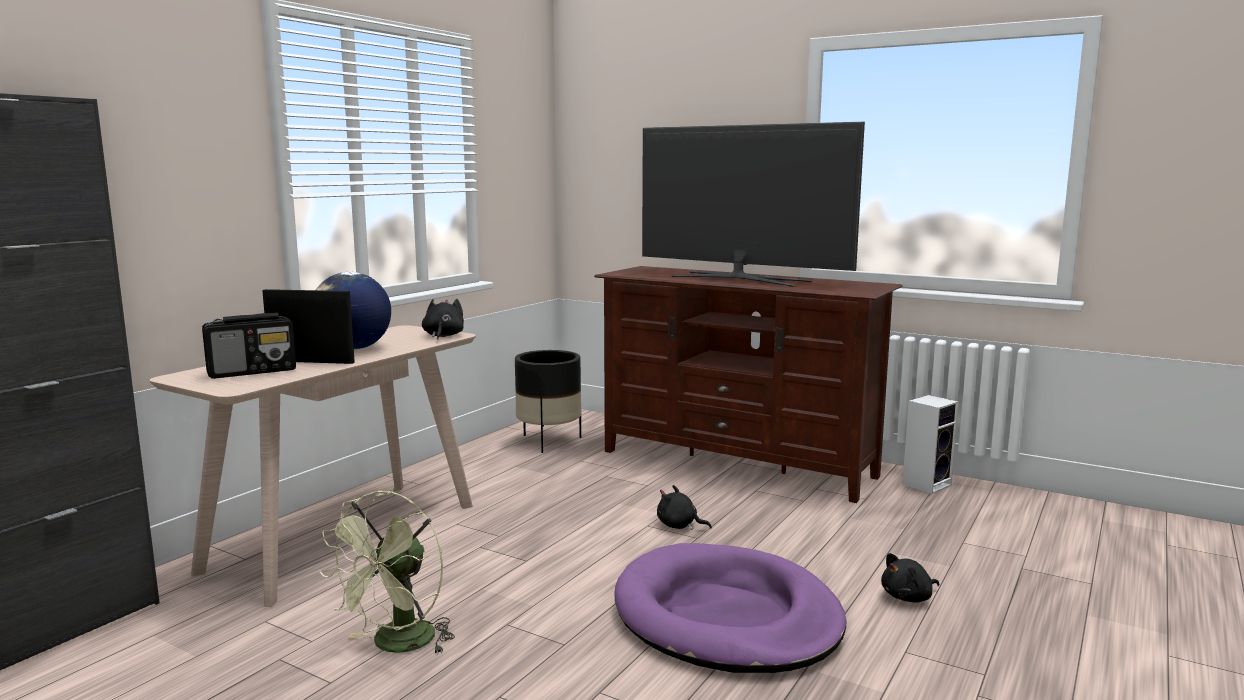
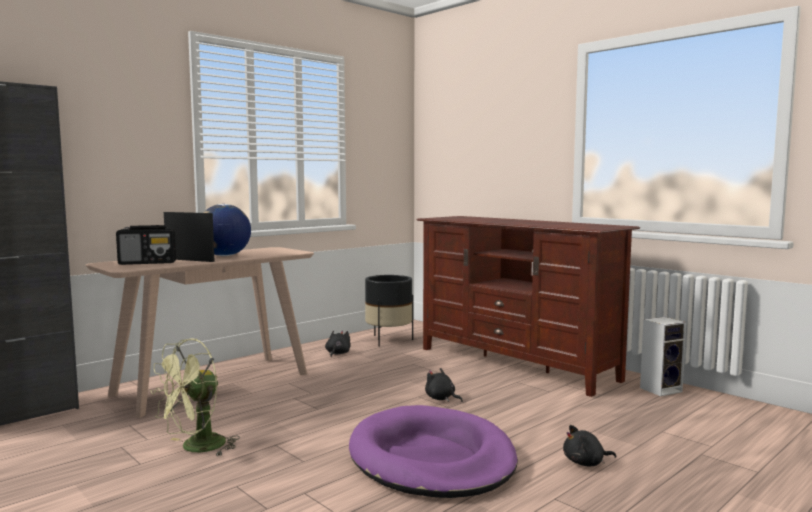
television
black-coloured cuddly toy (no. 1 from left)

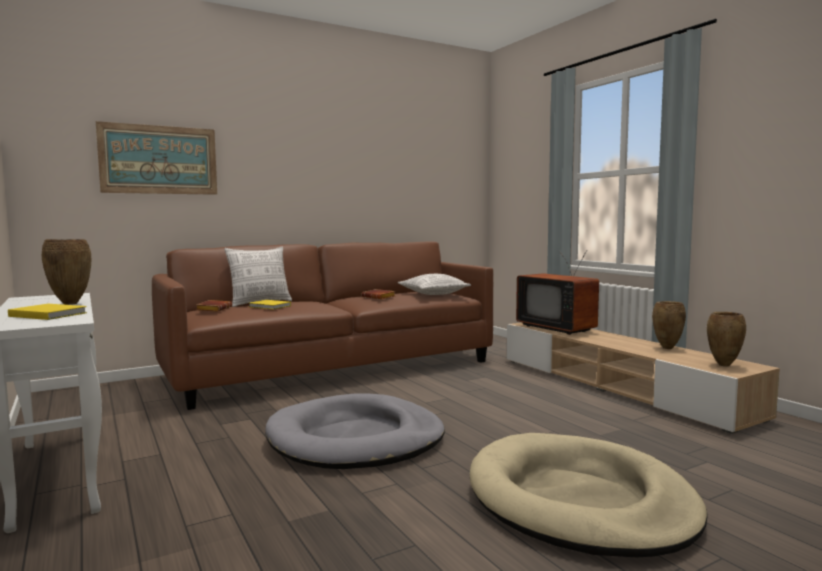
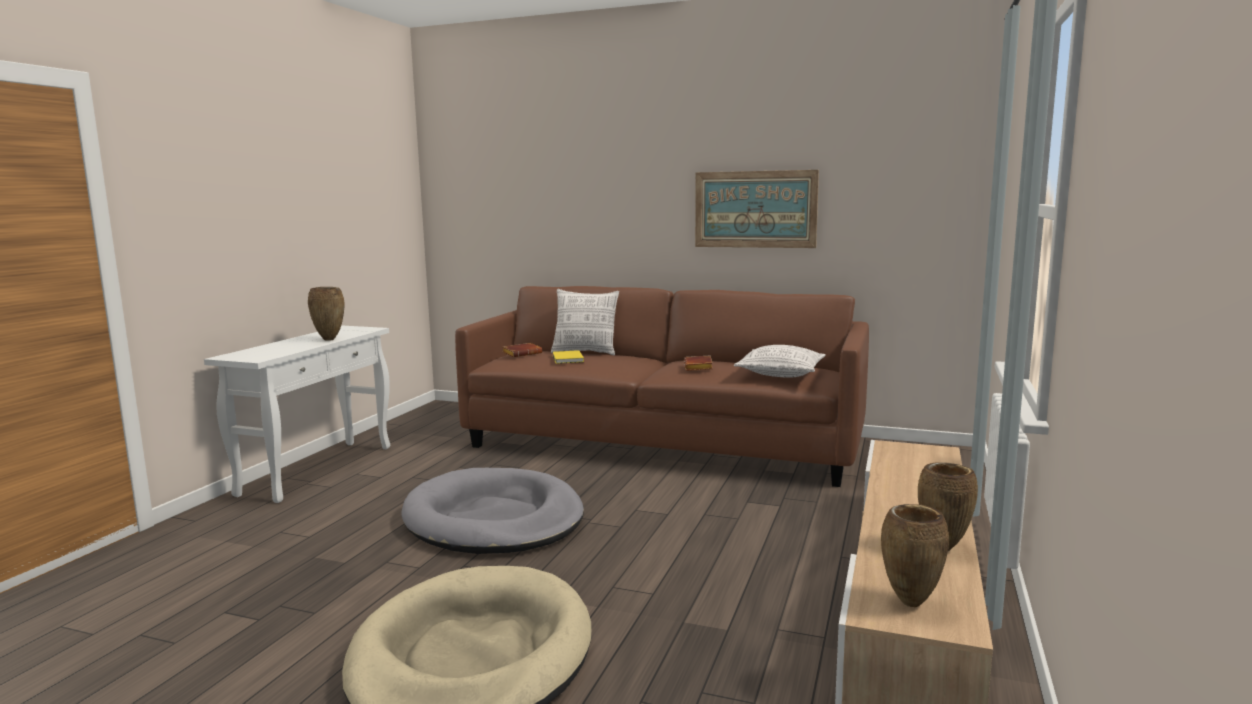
yellowish bound book (no. 1 from left in the first image)
television
wall picture

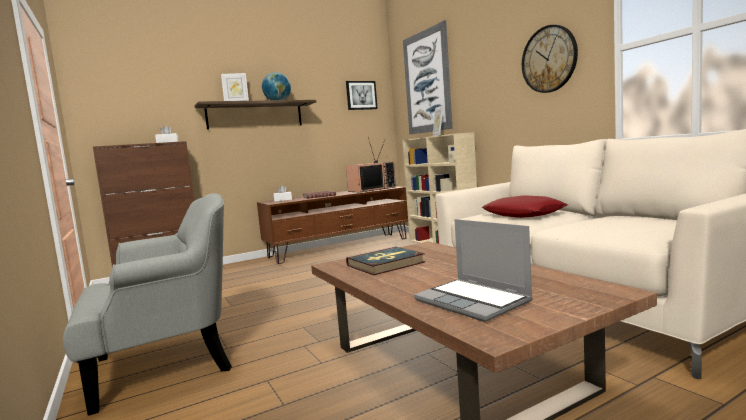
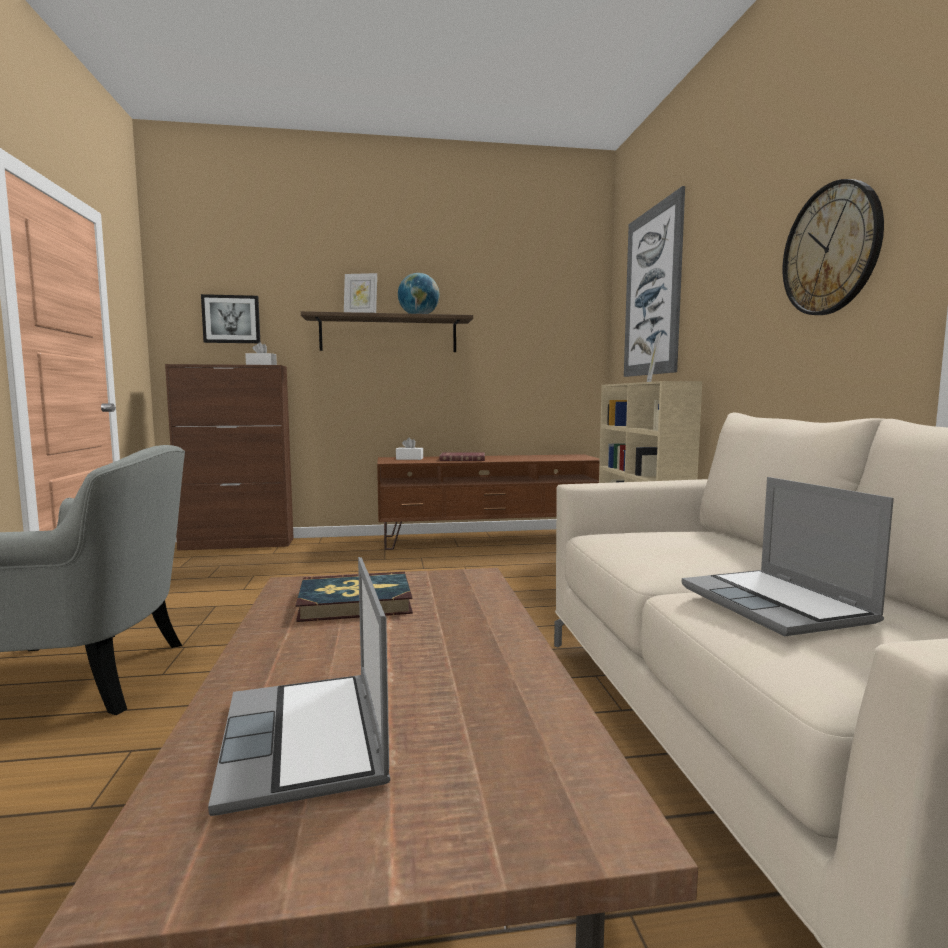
television
reddish cushion
laptop (no. 2 from left)
wall picture (no. 1 from left)

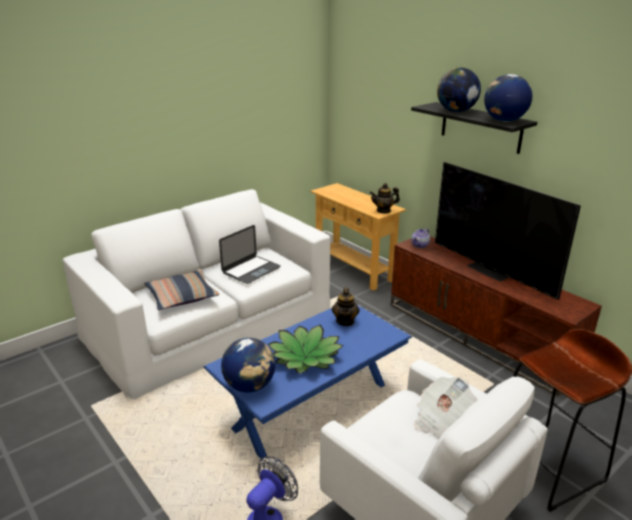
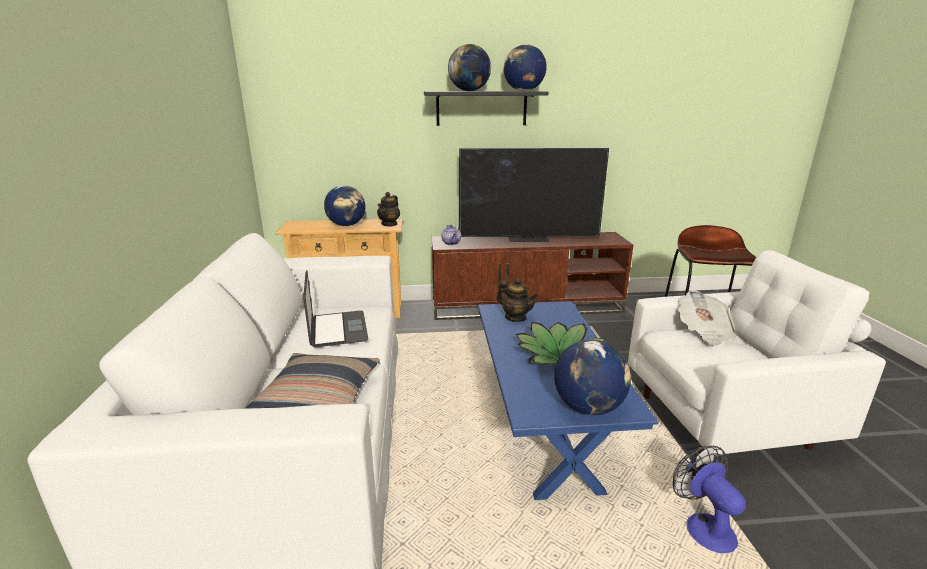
world globe (no. 1 from left)

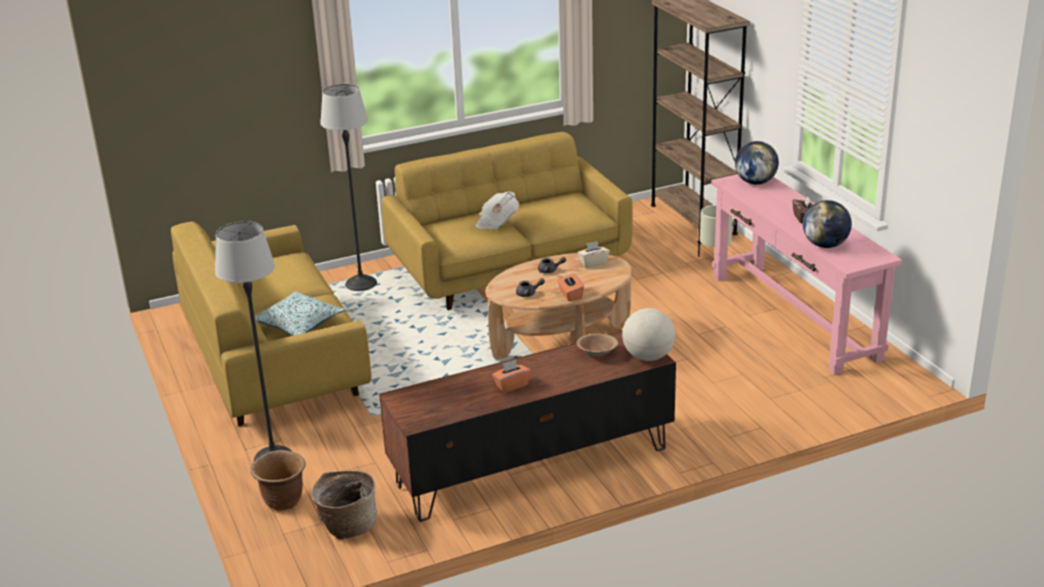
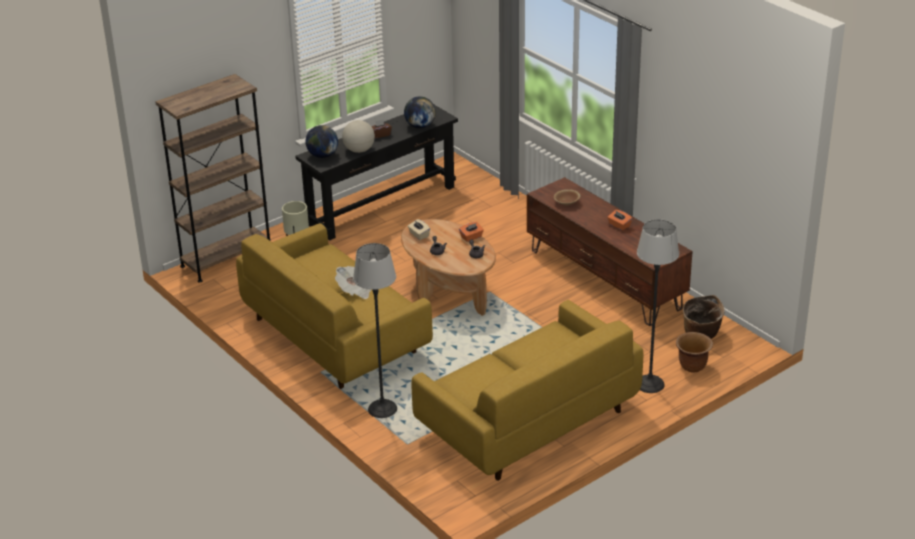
cushion
world globe (no. 2 from left)
black-coloured hall table

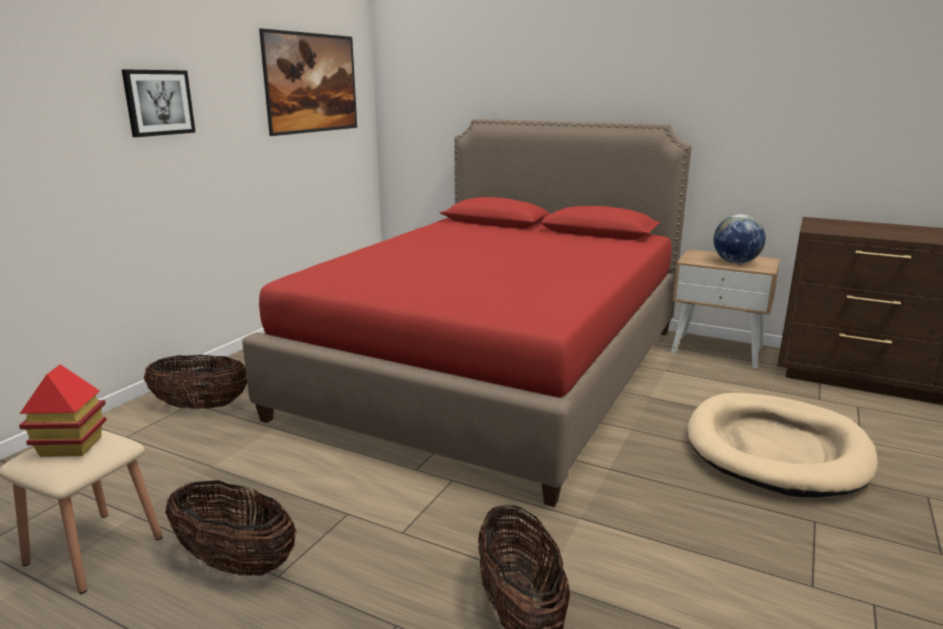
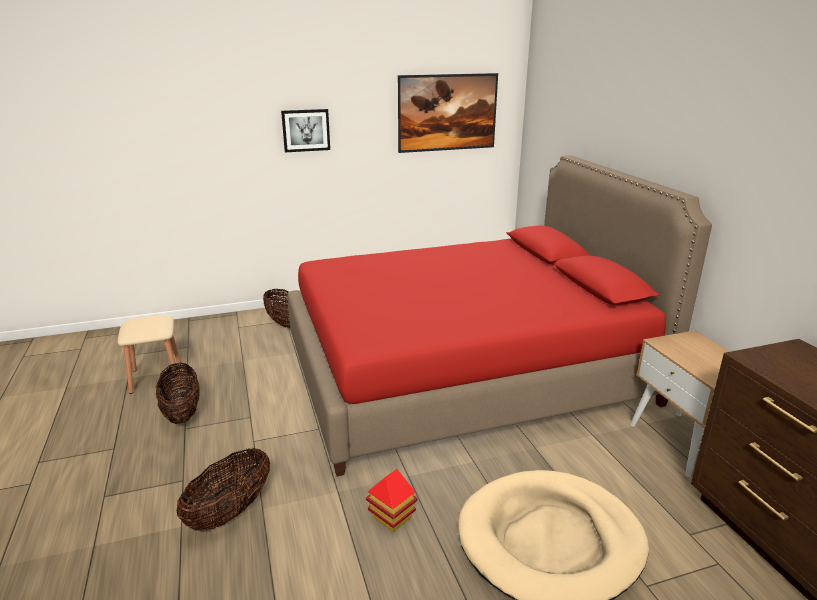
world globe
toy house

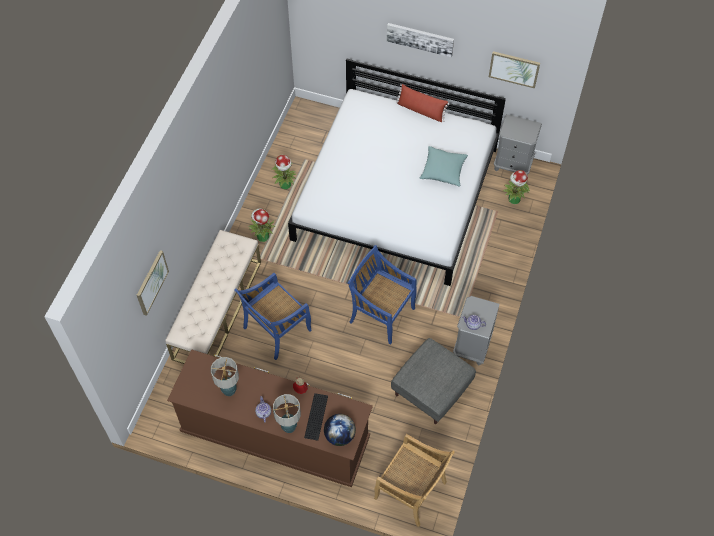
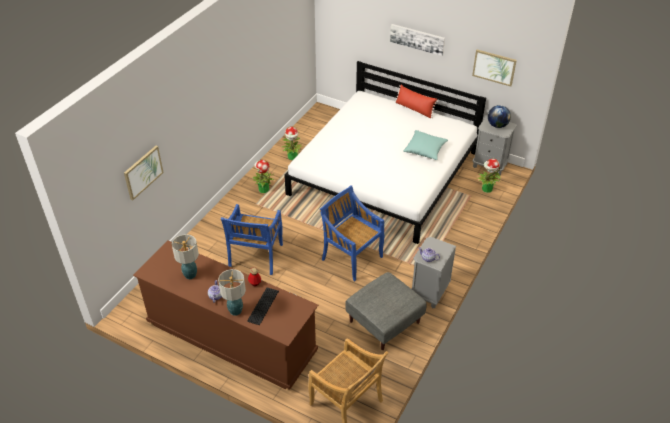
beige long seat
world globe
blue plain chair (no. 1 from left)

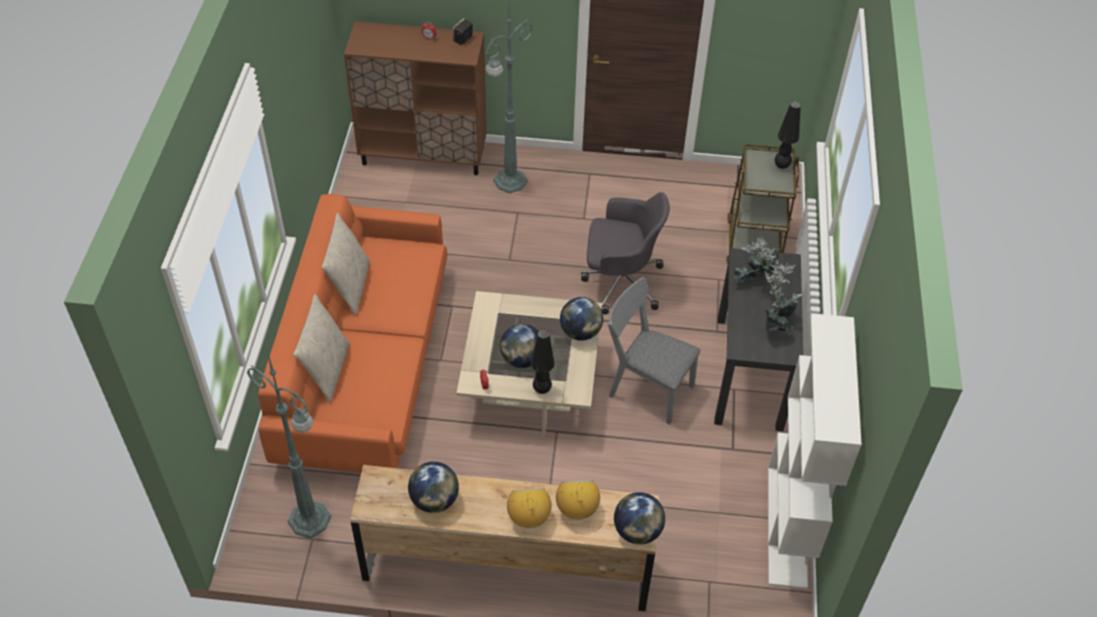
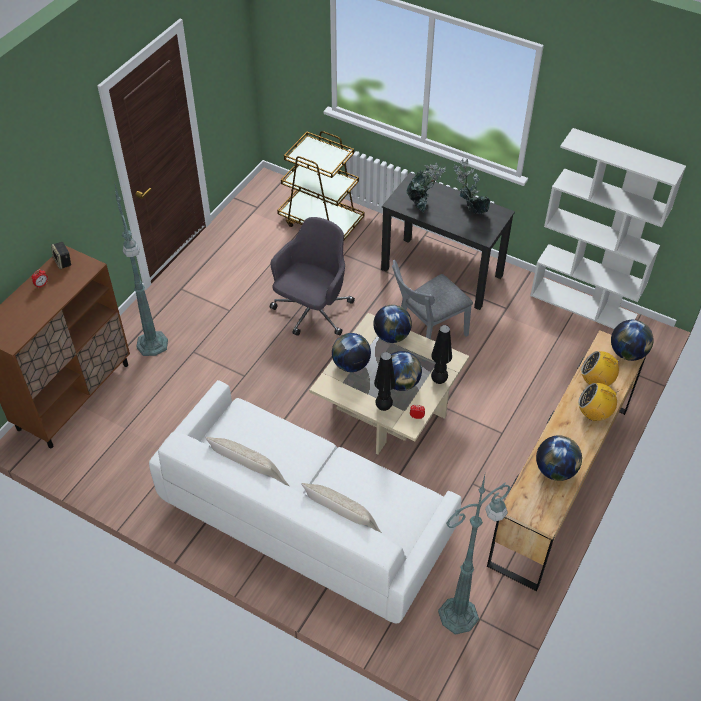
world globe (no. 1 from left)
black-coloured tabletop lamp (no. 1 from left)
white settee

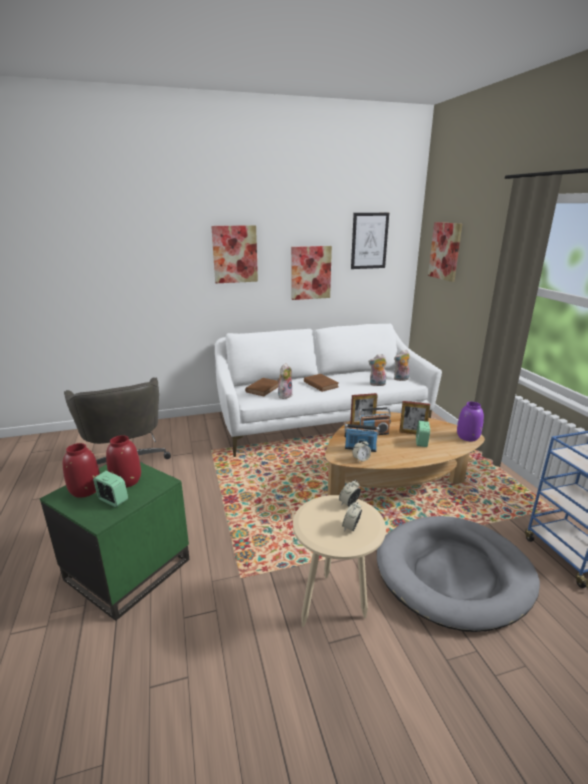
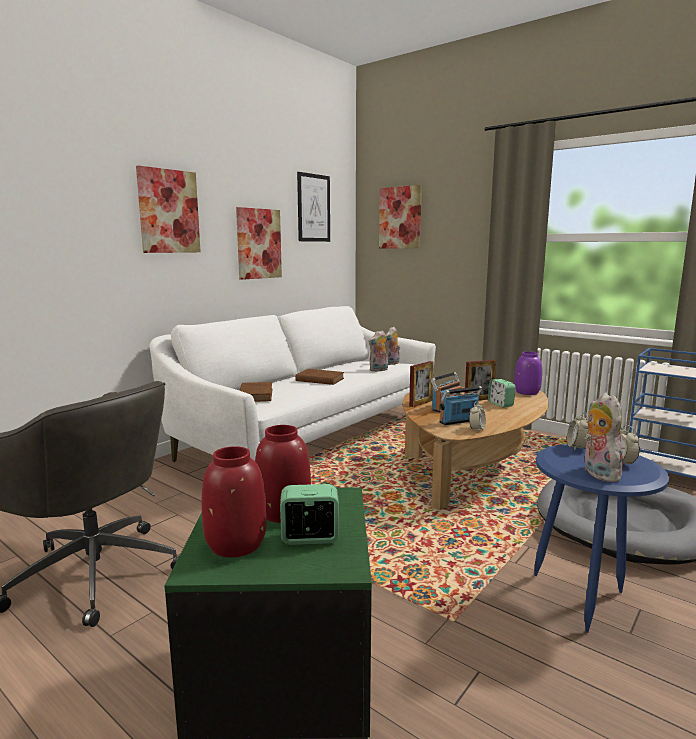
cuddly toy (no. 3 from left)
blue accent table

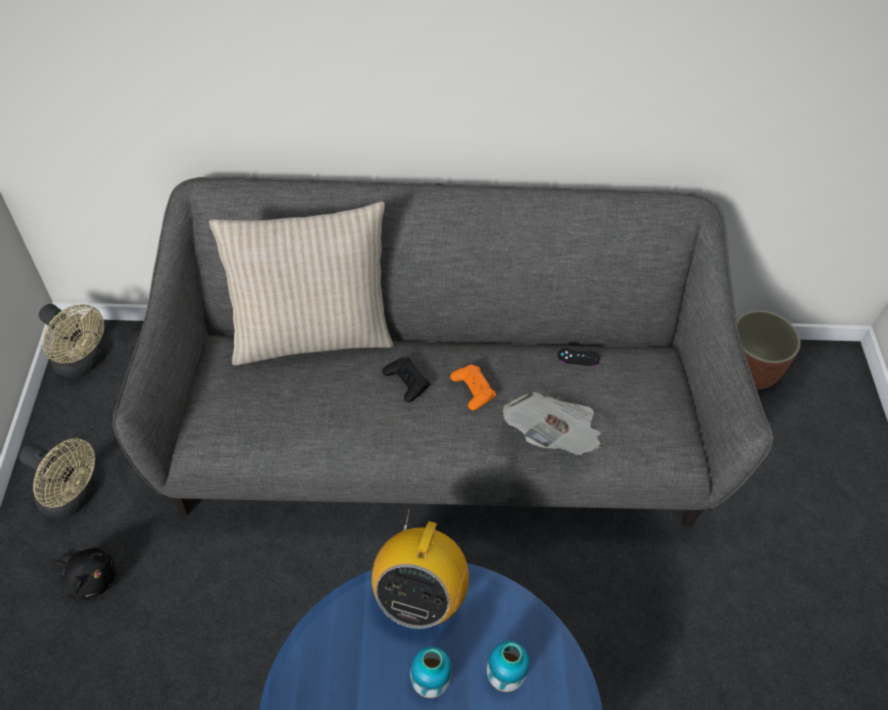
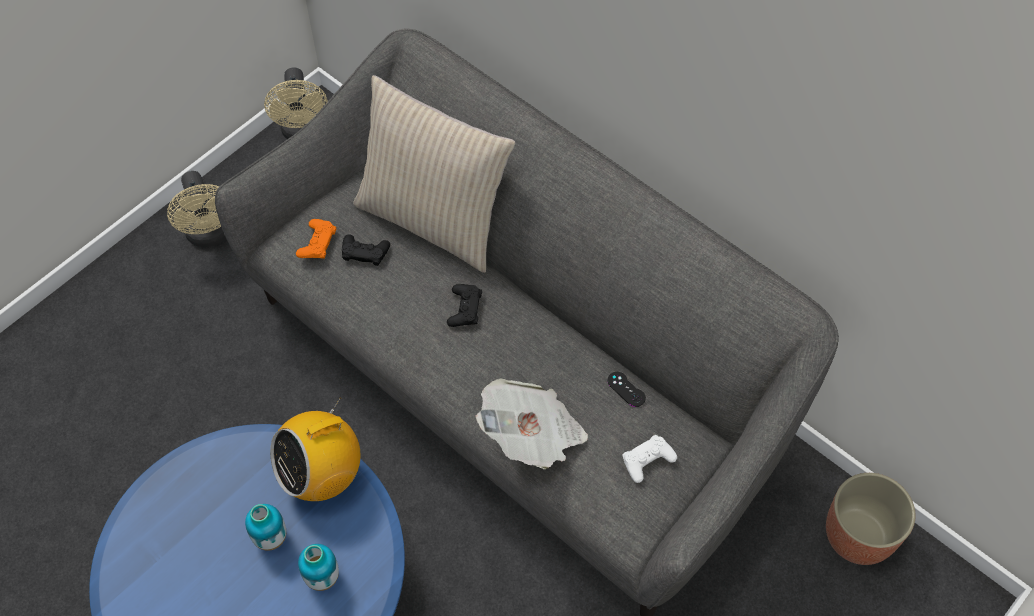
black-coloured cuddly toy
black-coloured gamepad (no. 1 from left)
white gamepad
orange gamepad

